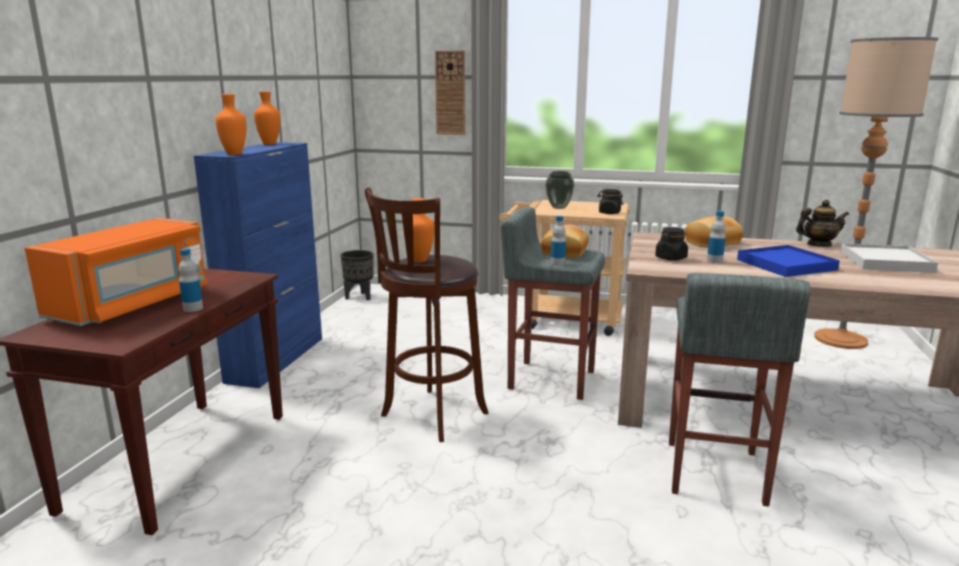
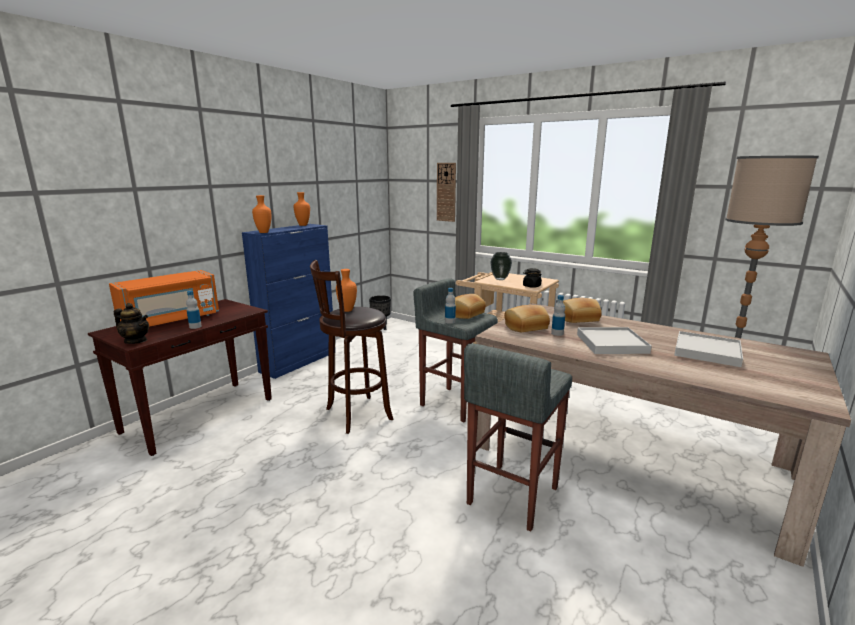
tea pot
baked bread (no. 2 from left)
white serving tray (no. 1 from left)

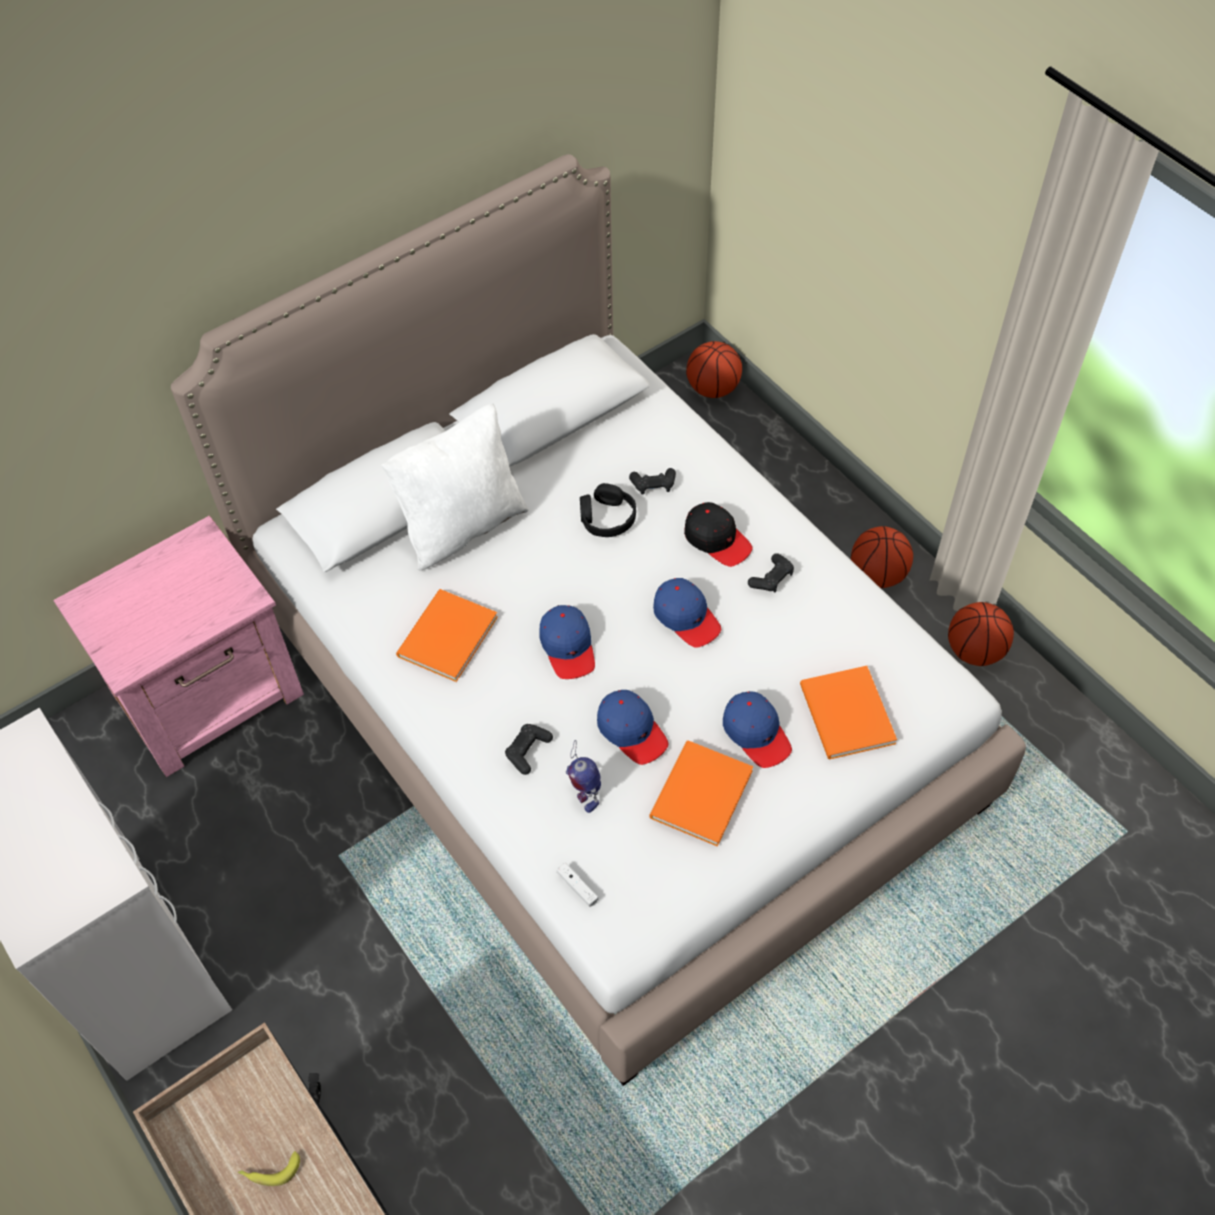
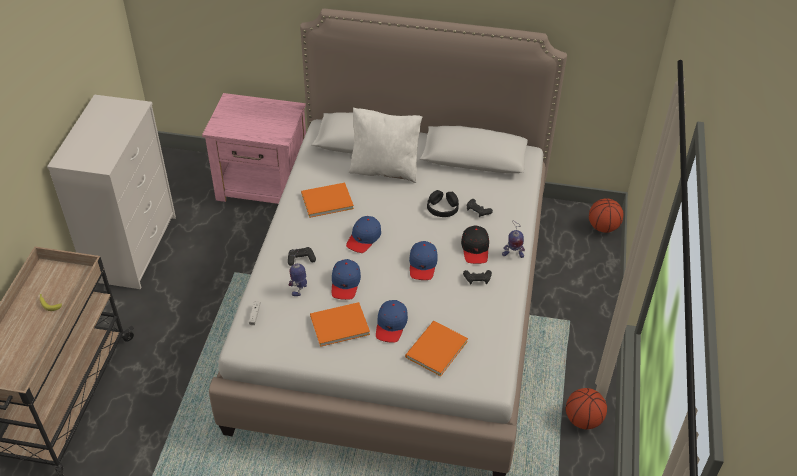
basketball (no. 2 from left in the first image)
toy robot (no. 2 from left)

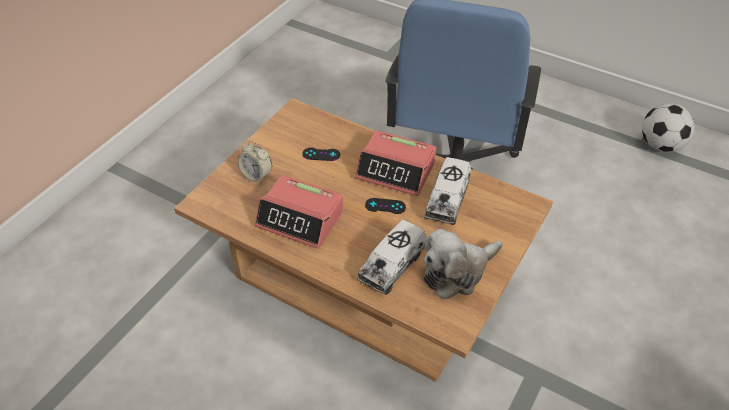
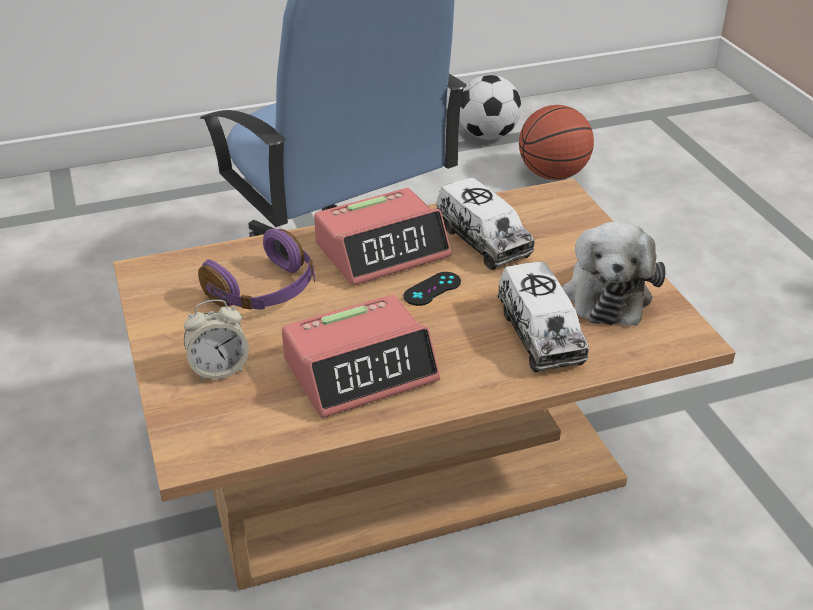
basketball
purplish headset

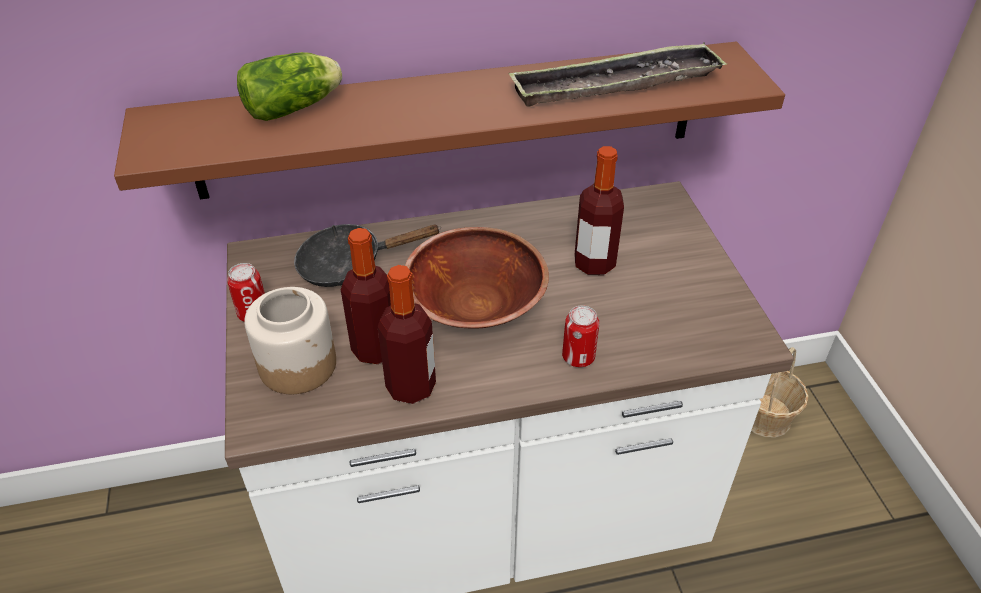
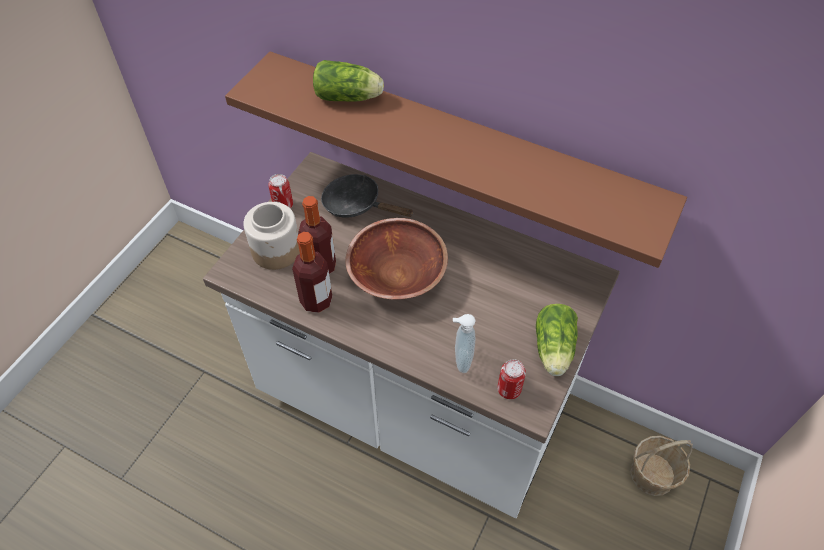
serving tray
bottle (no. 3 from left in the first image)
liquid soap bottle
head of lettuce (no. 2 from left)
metal can (no. 2 from left)

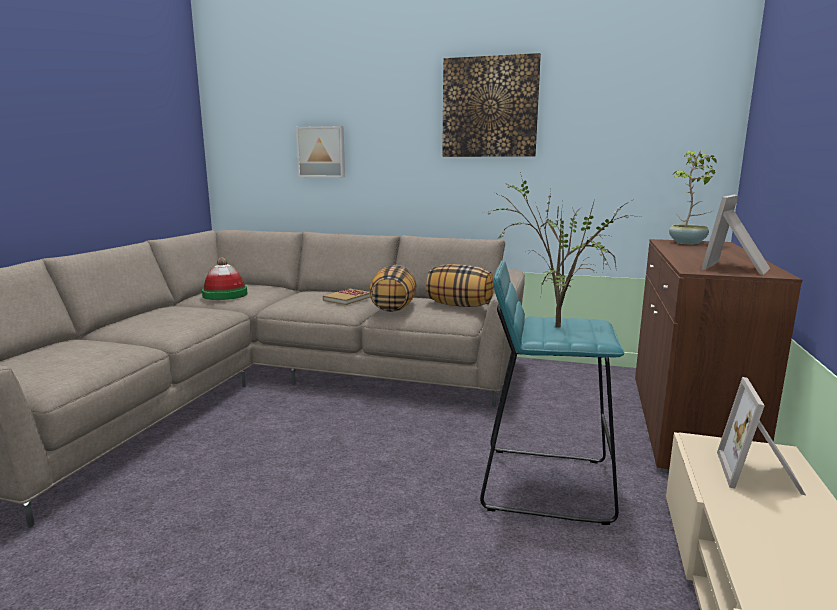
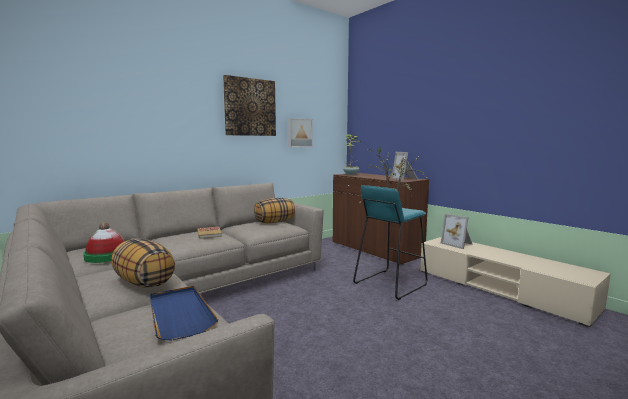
blue serving tray
wall picture (no. 2 from left)
cushion (no. 1 from left)

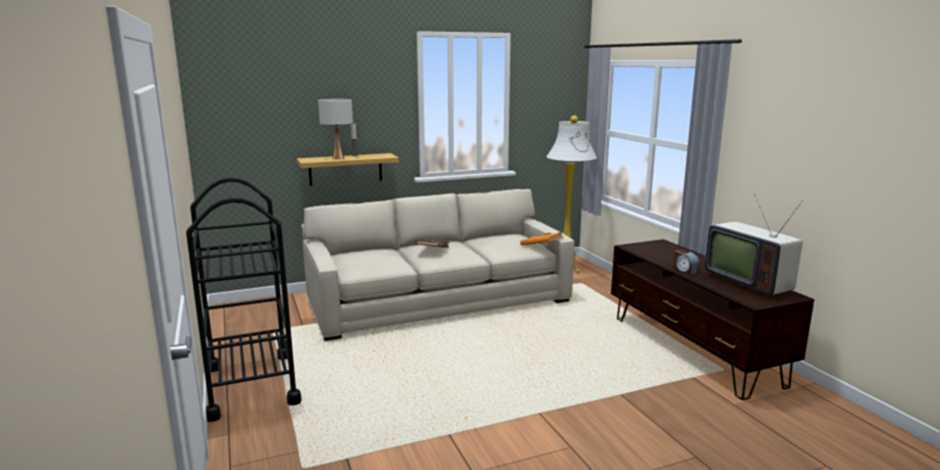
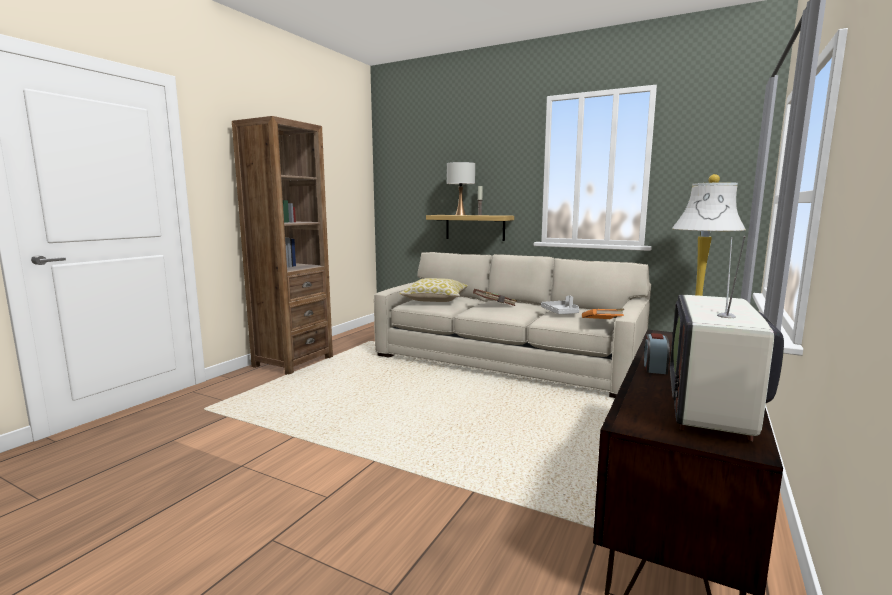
cushion
greyish serving tray
brown-coloured bookcase

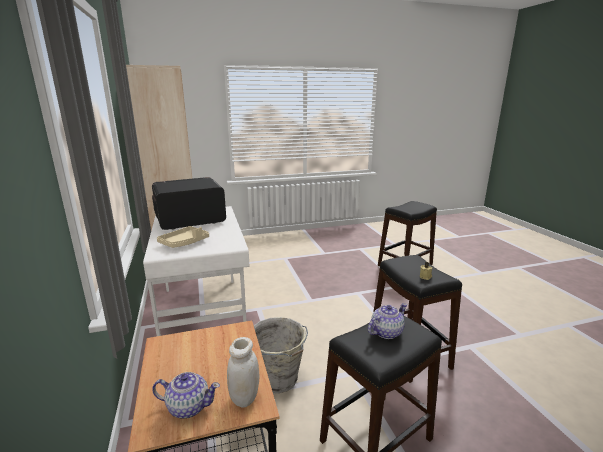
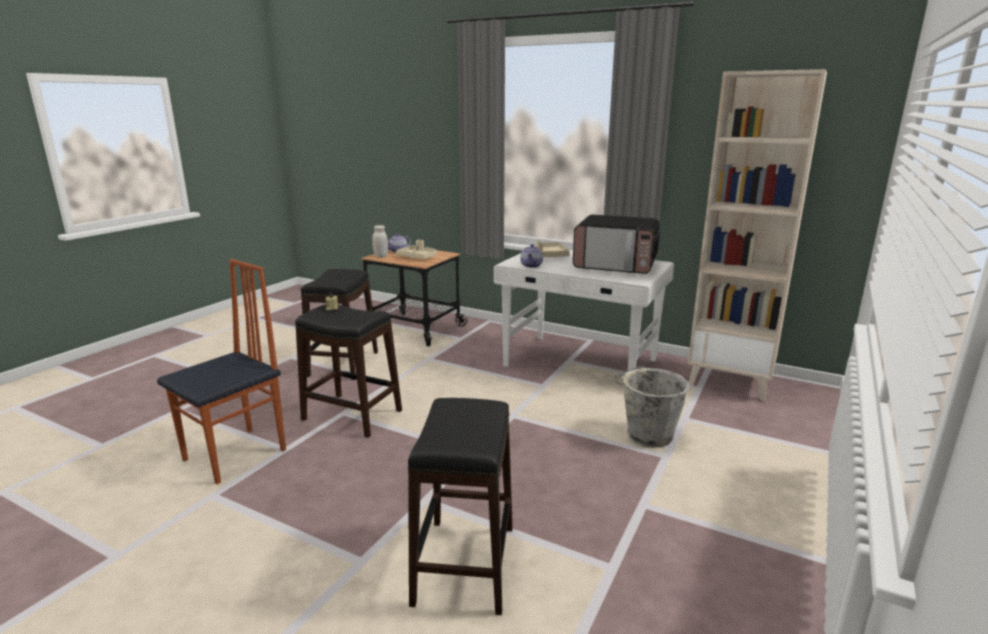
plain chair
beige serving tray (no. 1 from left)
greyish pail
tea pot (no. 2 from left)
microwave oven

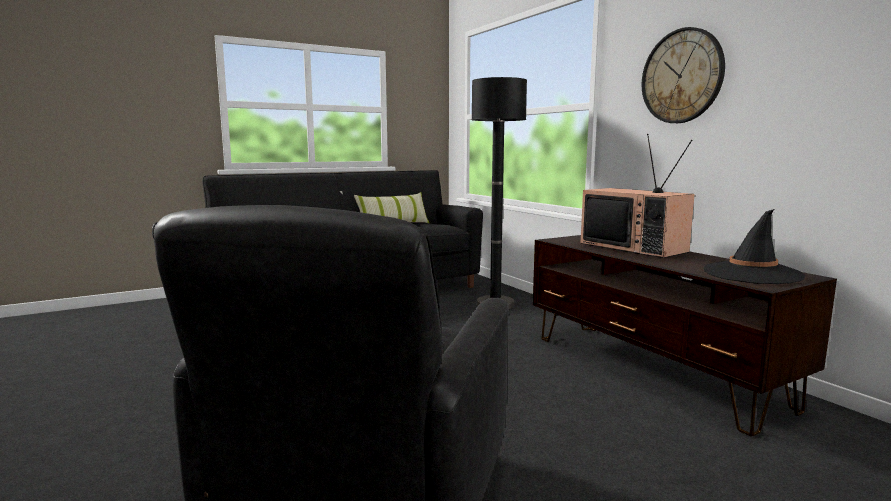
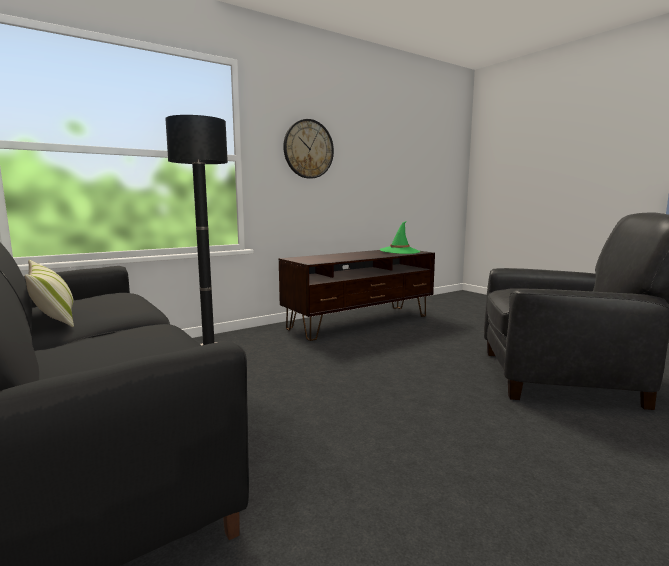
television
greenish wearable hat

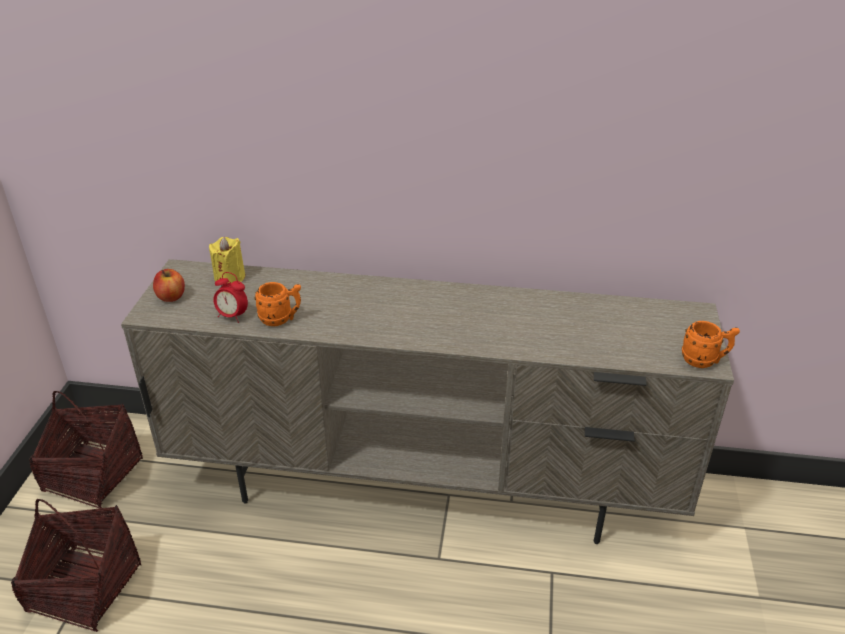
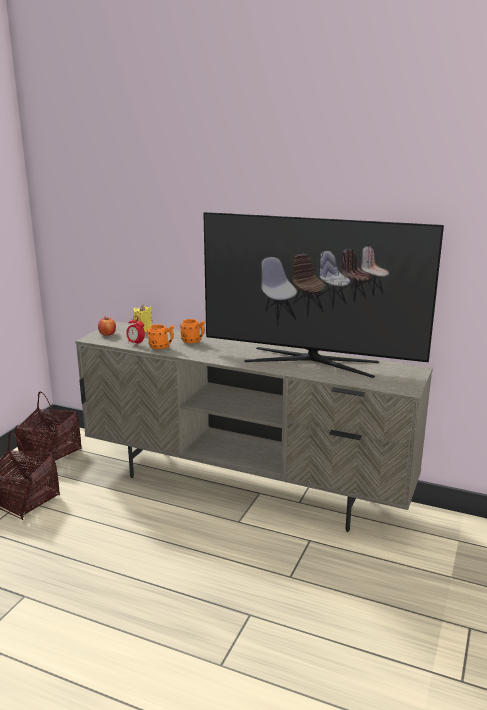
television
orange coffee mug (no. 2 from left)

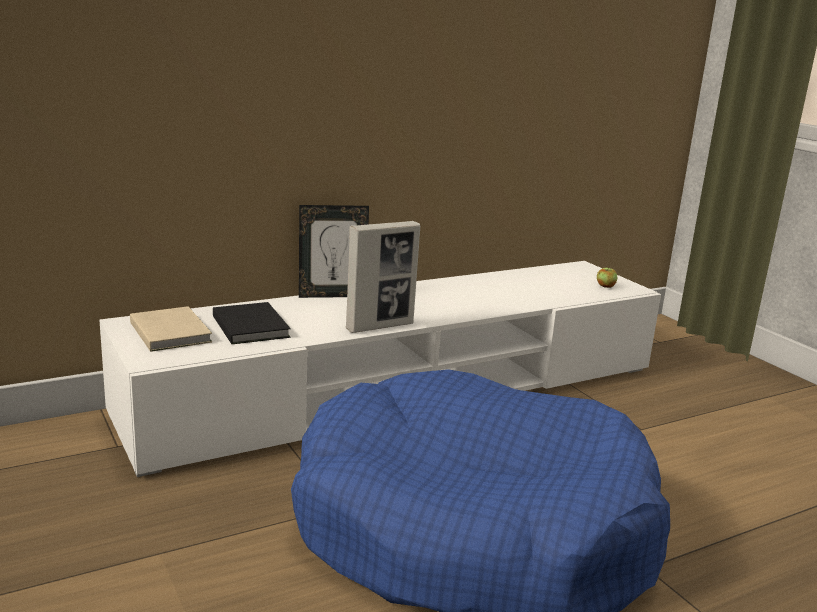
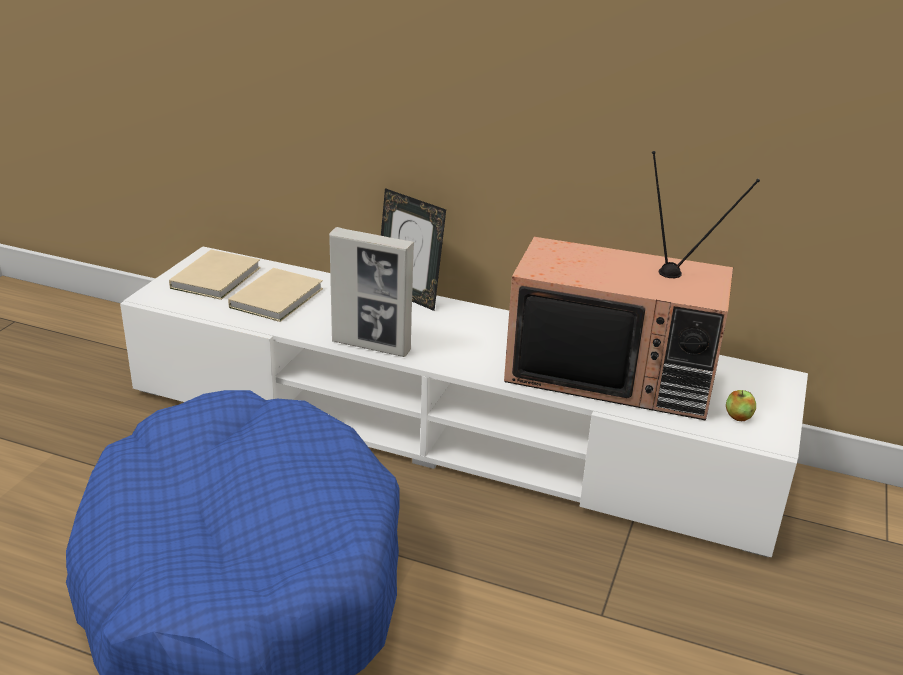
television
beige bound book (no. 2 from left)

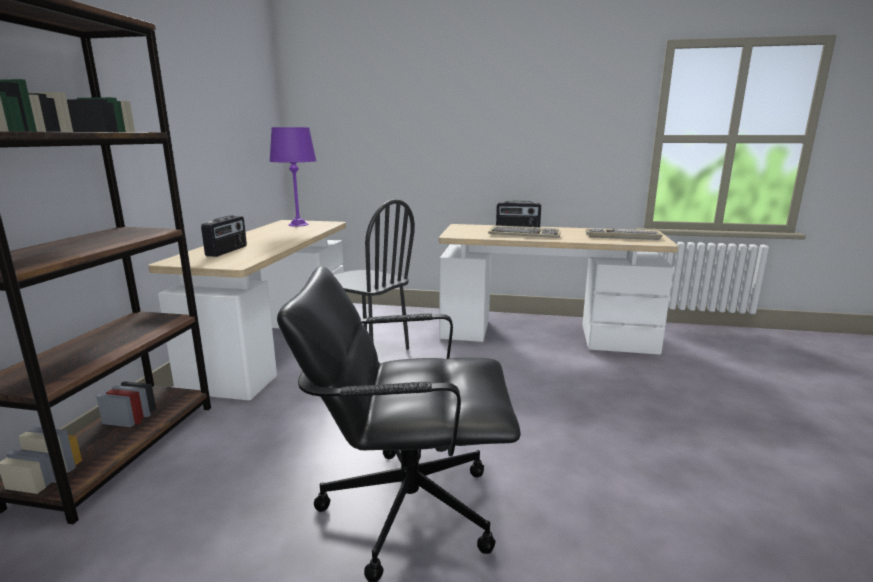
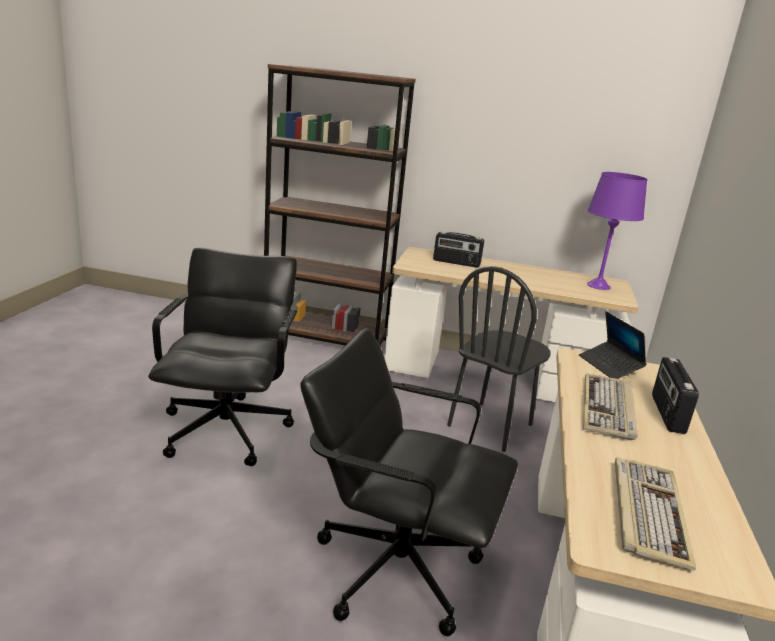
black-coloured desk chair (no. 2 from left)
laptop

